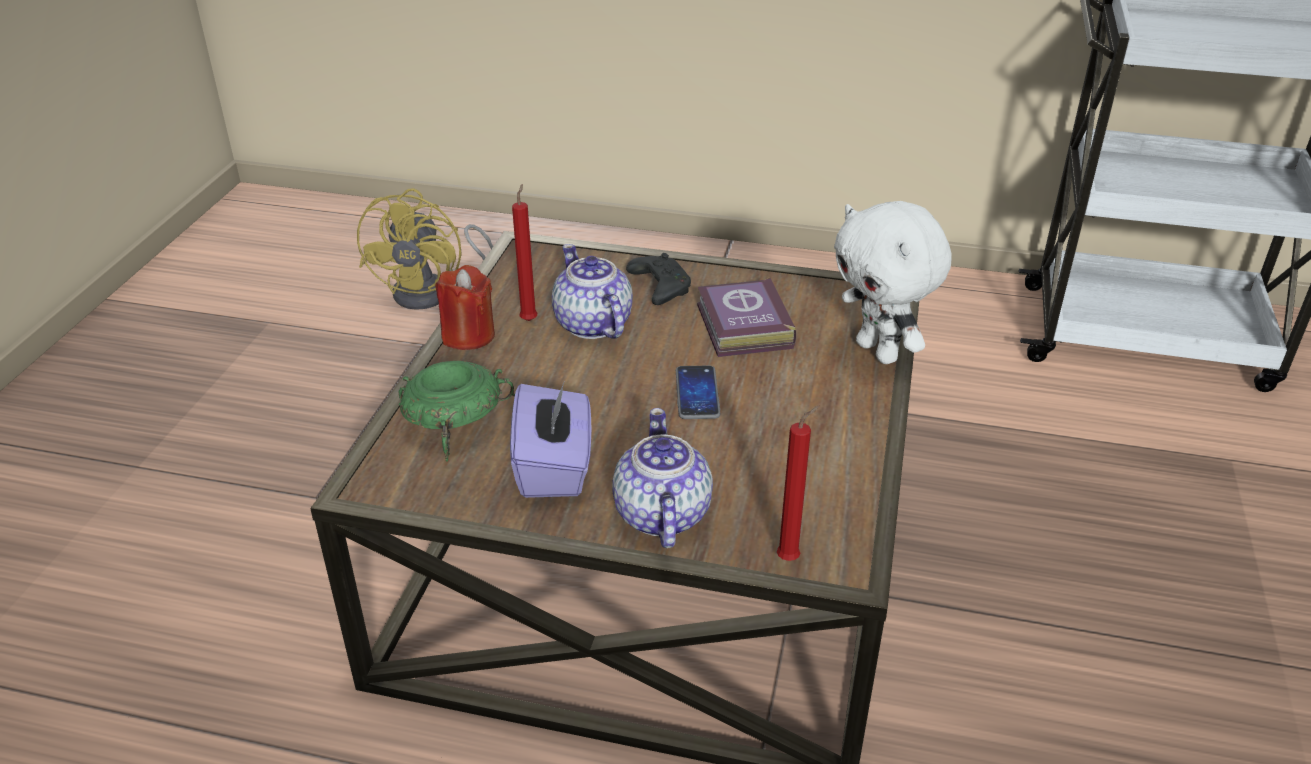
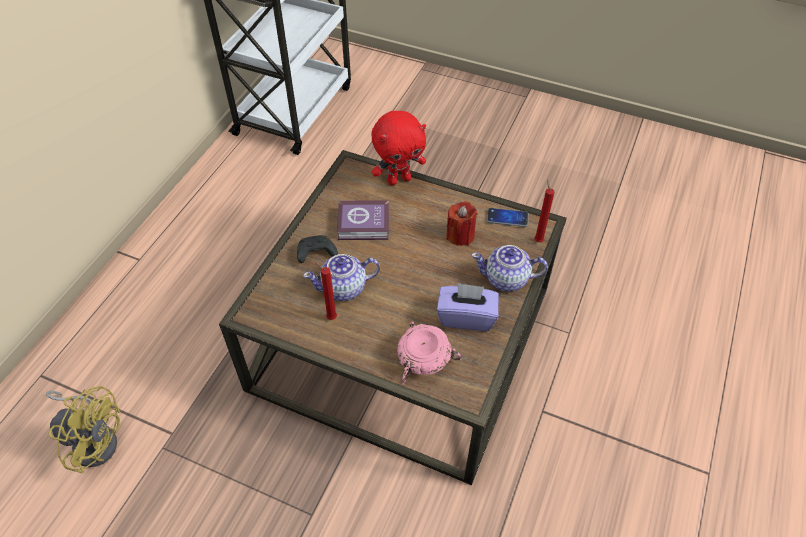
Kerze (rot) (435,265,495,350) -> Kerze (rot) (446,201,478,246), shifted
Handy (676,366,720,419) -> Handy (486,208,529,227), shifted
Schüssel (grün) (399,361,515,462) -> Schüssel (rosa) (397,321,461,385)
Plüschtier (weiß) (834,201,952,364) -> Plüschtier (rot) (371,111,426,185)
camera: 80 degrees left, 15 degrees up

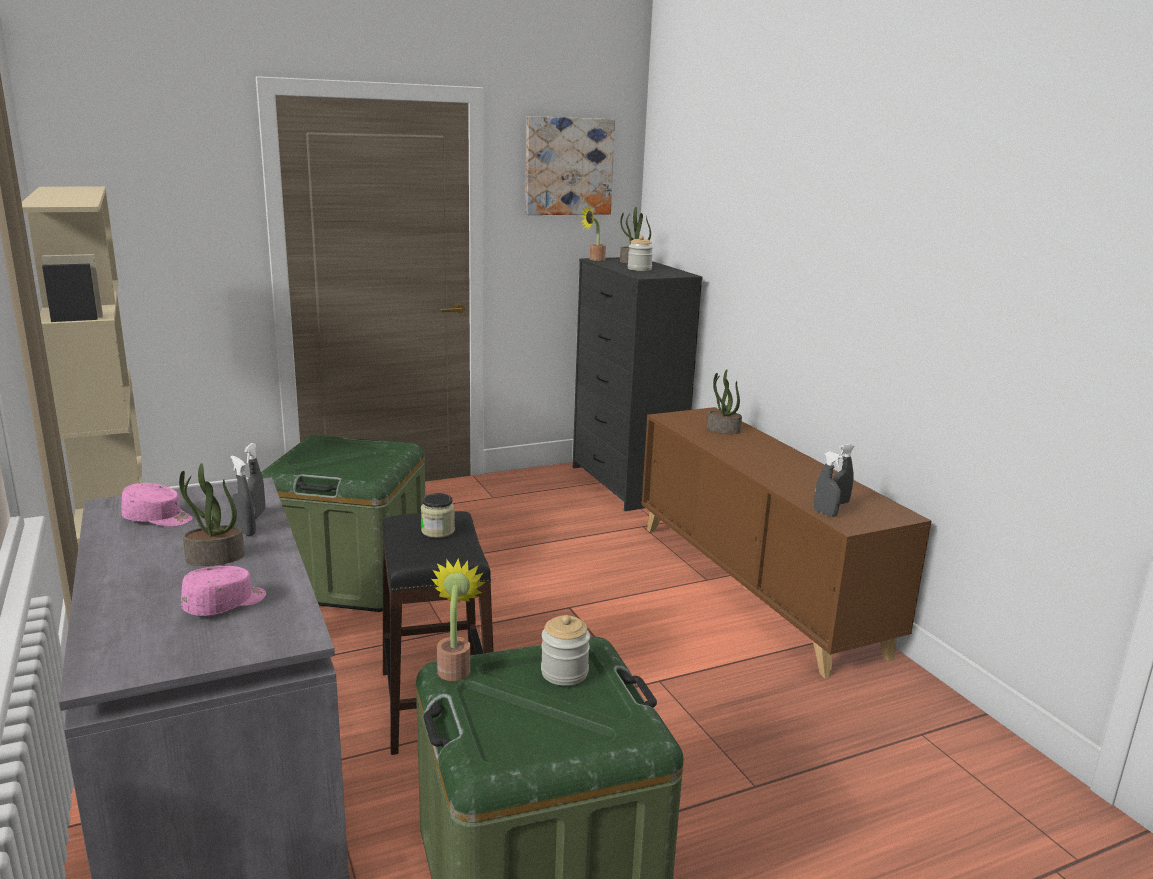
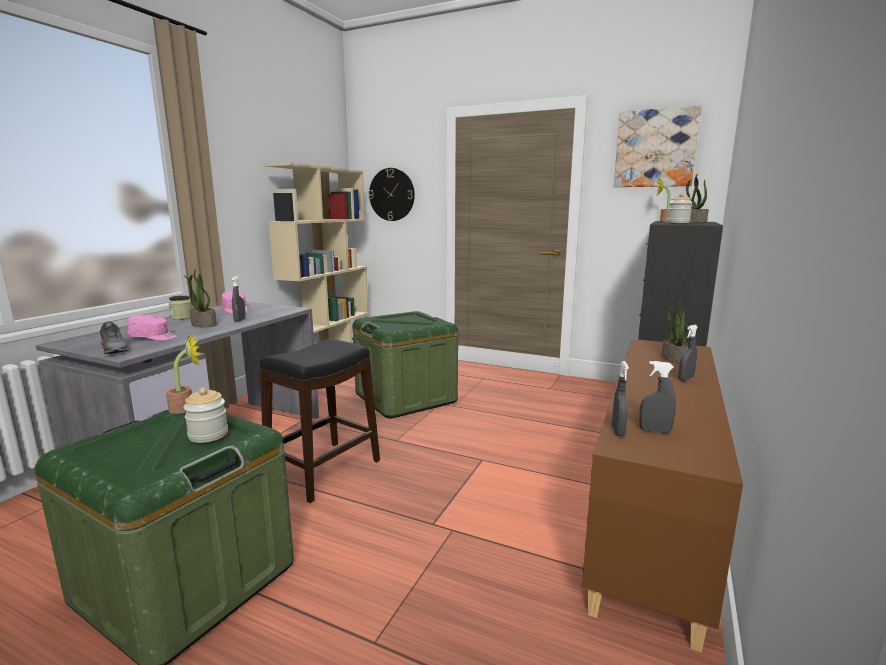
none -> Schuh (grau) (100,322,129,354)
none -> Wanduhr (369,168,415,221)
Sprühflasche (grau) (244,443,265,519) -> Sprühflasche (grau) (678,325,698,381), shifted
Vorratsglas (421,493,455,538) -> Vorratsglas (169,295,192,320), shifted
camera: 50 degrees right, 5 degrees down

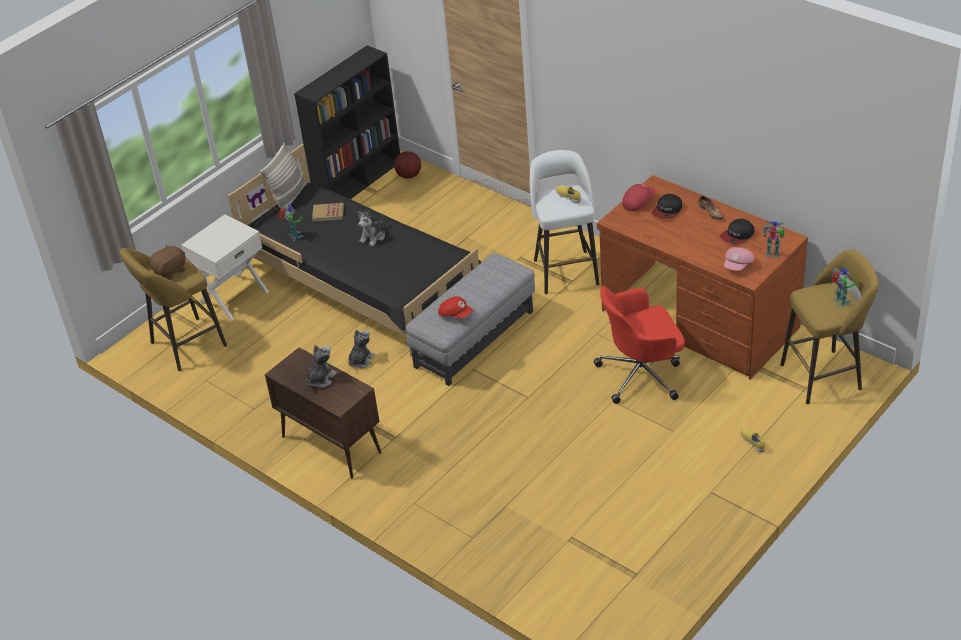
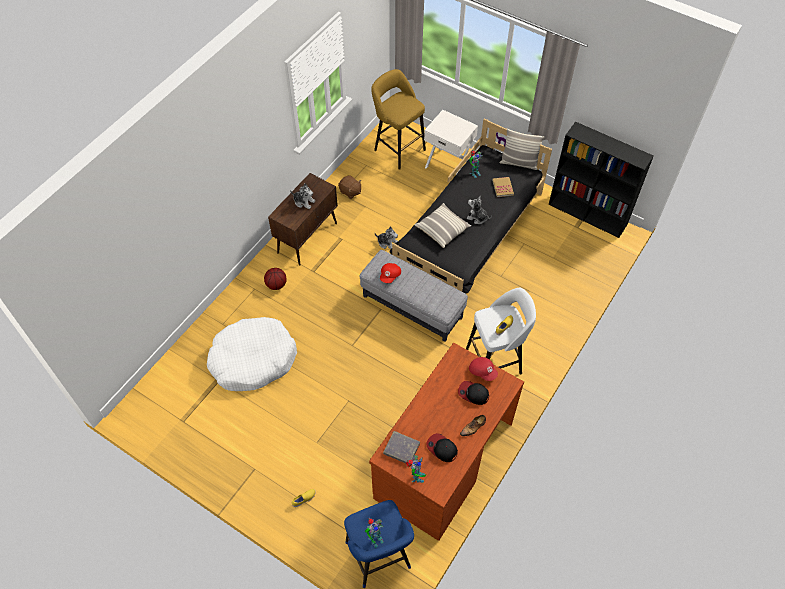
Bürostuhl (rot) (594,286,685,404) -> none
none -> Hundebett (weiß) (207,317,297,391)
none -> Kissen (414,203,471,248)
Plüschtier (braun) (149,244,186,280) -> Plüschtier (braun) (338,175,361,199), shifted
Basketball (394,151,421,179) -> Basketball (264,268,287,290), shifted
Kappe (rosa) (724,247,754,271) -> Buch (grau) (383,431,420,463)
Hocker (gelb) (780,250,879,404) -> Hocker (blau) (344,500,414,588)
camera: 80 degrees right, 15 degrees up

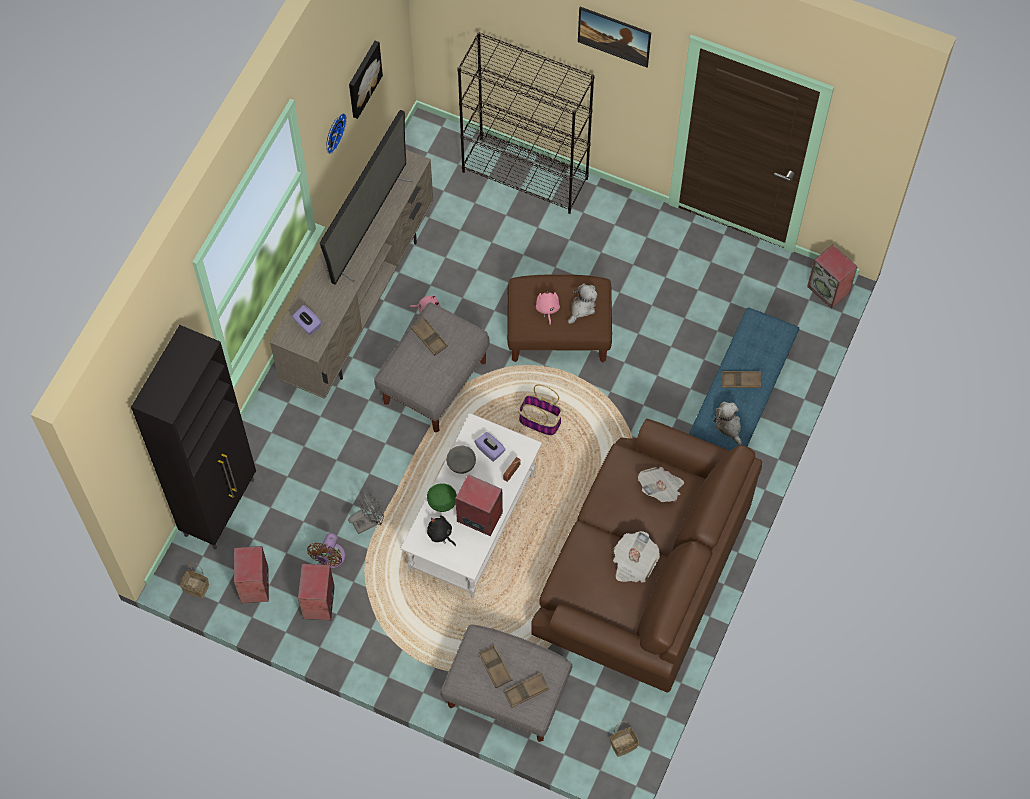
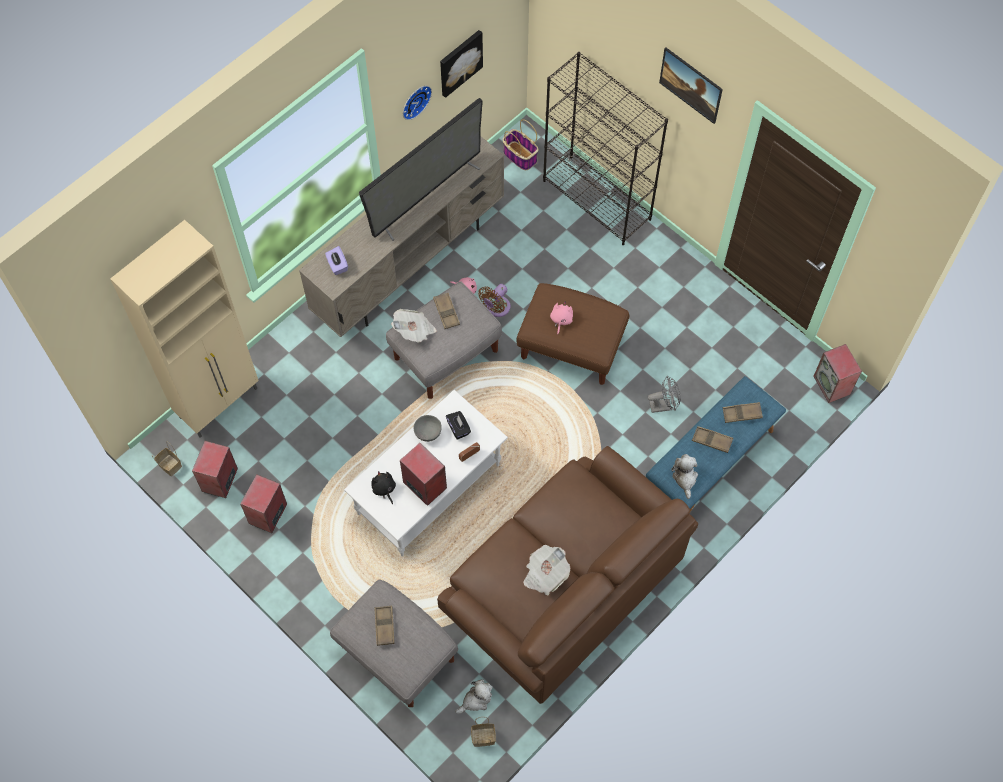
Schüssel (grün) (427,483,457,512) -> none
Ventilator (braun) (307,533,345,569) -> Ventilator (braun) (478,284,511,317), shifted
Ventilator (grau) (348,491,384,534) -> Ventilator (grau) (648,376,681,413), shifted
Tablett (braun) (503,673,549,708) -> Tablett (braun) (723,402,763,423), shifted
Korb (518,384,563,436) -> Korb (503,119,539,170), shifted
Plüschtier (568,283,598,324) -> Plüschtier (455,679,493,714), shifted
Zeitung (638,467,684,502) -> Zeitung (391,309,436,343), shifted
Schrank (schwarz) (131,325,256,550) -> Schrank (beige) (110,220,259,438)
Taschentuchbox (lila) (475,432,506,462) -> Taschentuchbox (schwarz) (446,411,471,440)
camera: 20 degrees right, 0 degrees up

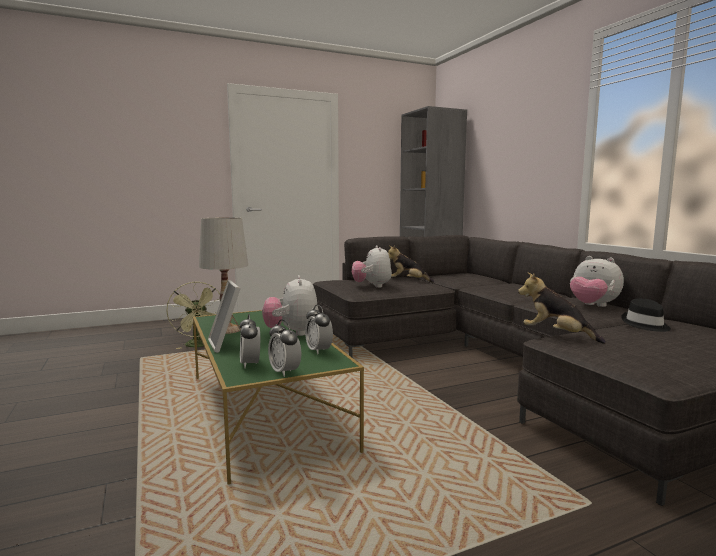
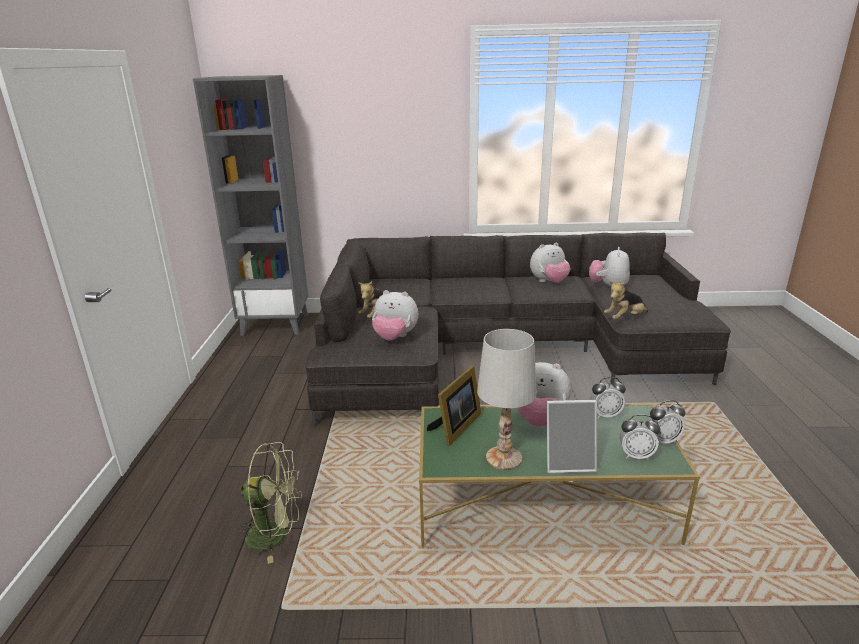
none -> Bilderrahmen (427,365,481,446)
Hut (schwarz) (621,299,671,332) -> Plüschtier (589,247,630,286)
camera: 65 degrees left, 15 degrees up

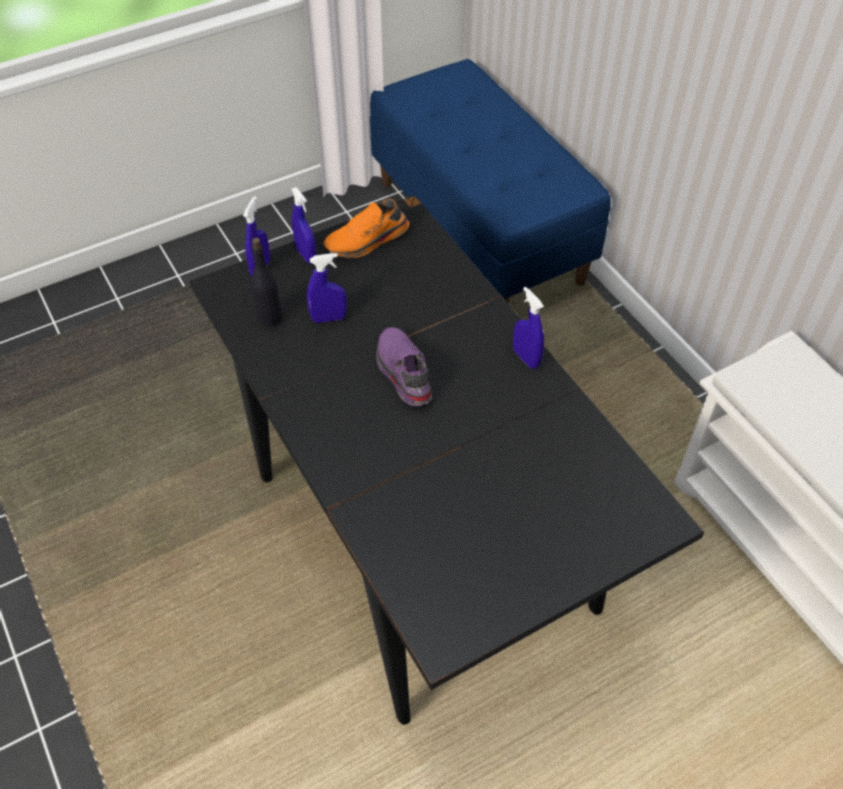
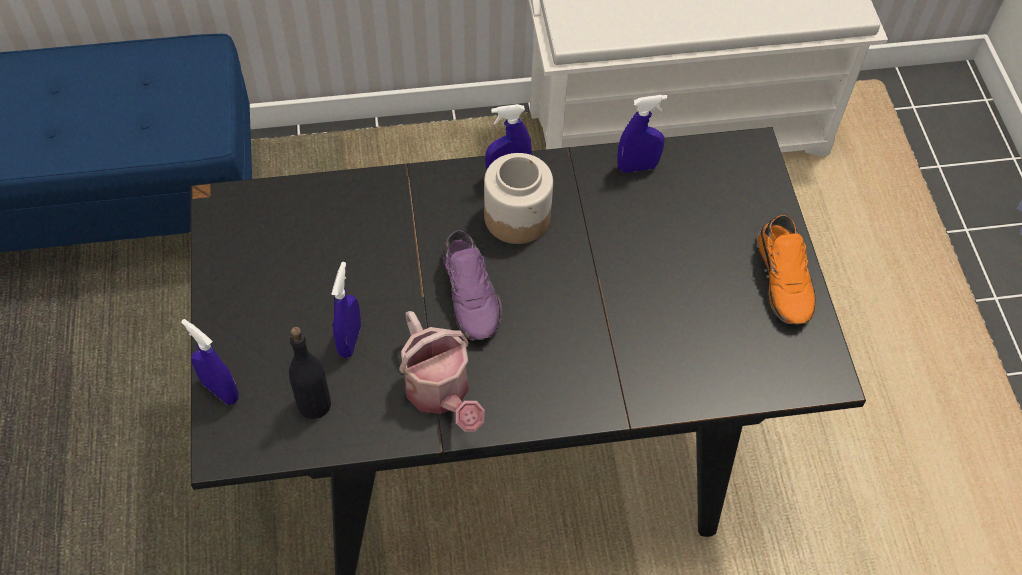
none -> Gießkanne (399,311,485,432)
none -> Vorratsglas (484,153,553,244)
Sprühflasche (blau) (292,187,317,264) -> Sprühflasche (blau) (617,95,668,173), shifted
Schuh (orange) (324,199,409,258) -> Schuh (orange) (757,215,816,324), shifted
Schuh (lila) (376,327,432,406) -> Schuh (lila) (443,231,502,340), 105 degrees counterclockwise
camera: 70 degrees left, 5 degrees up

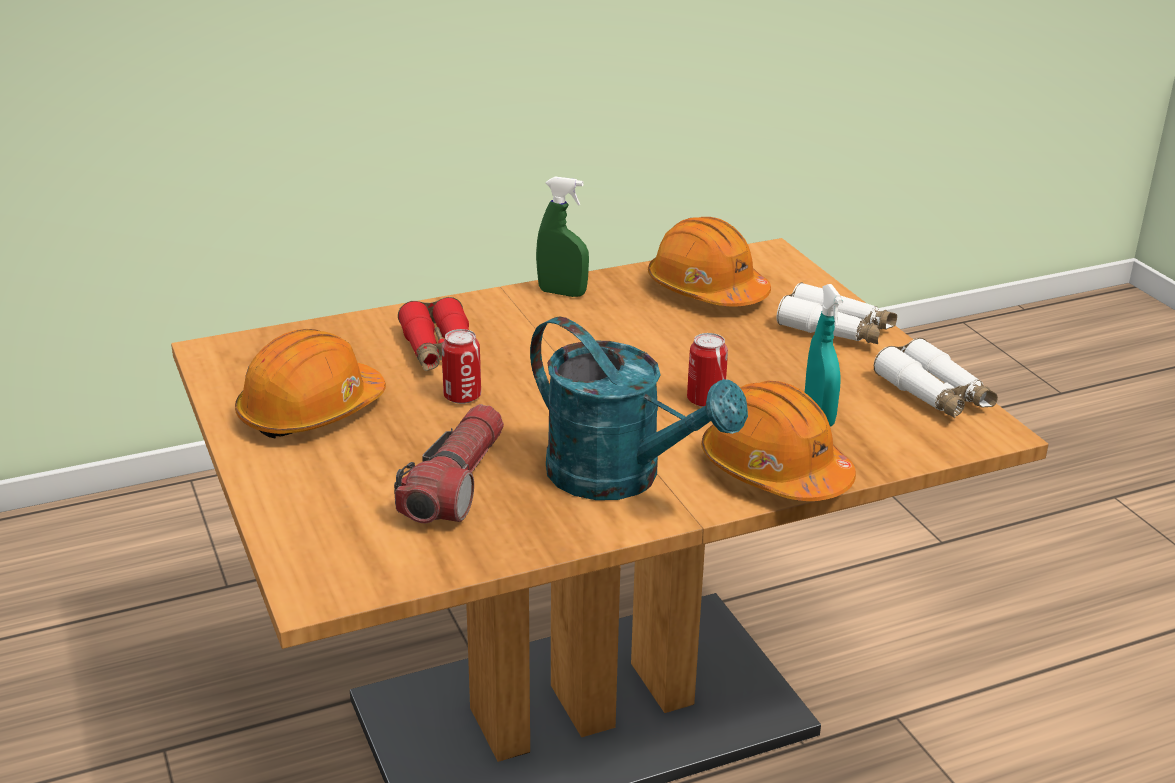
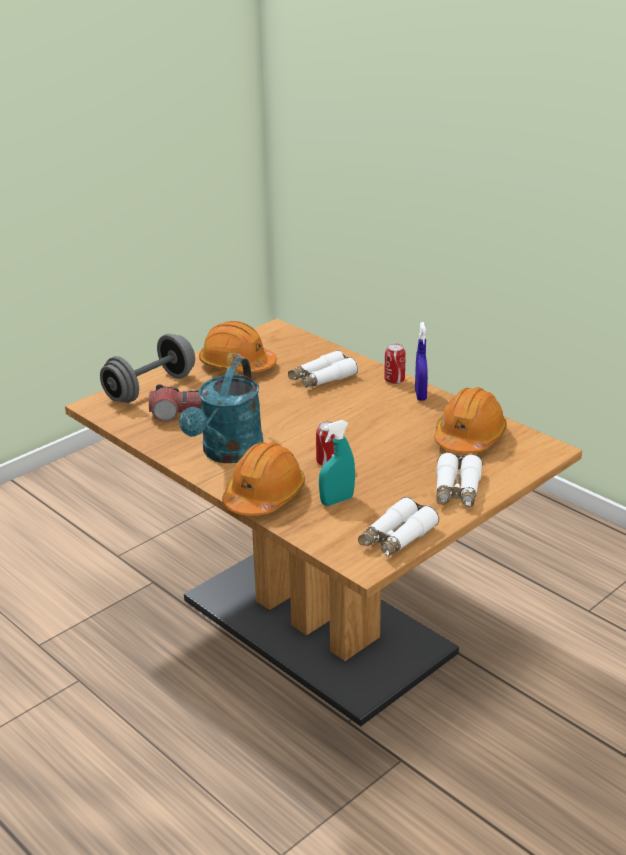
none -> Hantel (grau) (100,334,195,403)
Dose (442,329,481,404) -> Dose (384,343,406,384), shifted
Fernglas (rot) (398,297,469,371) -> Fernglas (weiß) (288,350,358,388)
Sprühflasche (grün) (536,176,589,297) -> Sprühflasche (blau) (415,322,428,401)
camera: 70 degrees right, 0 degrees up

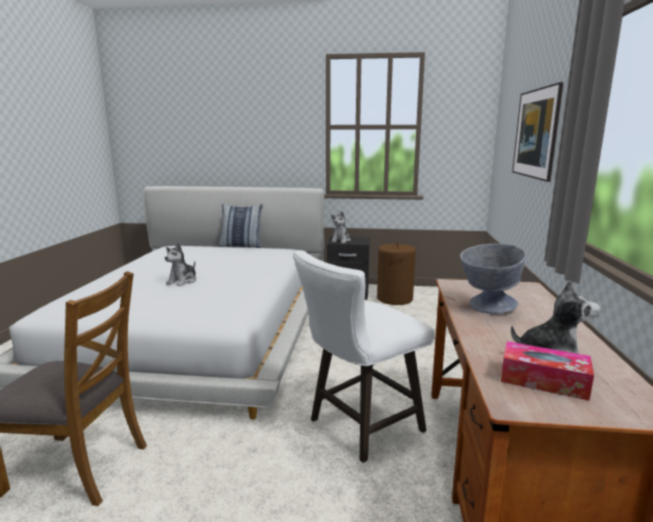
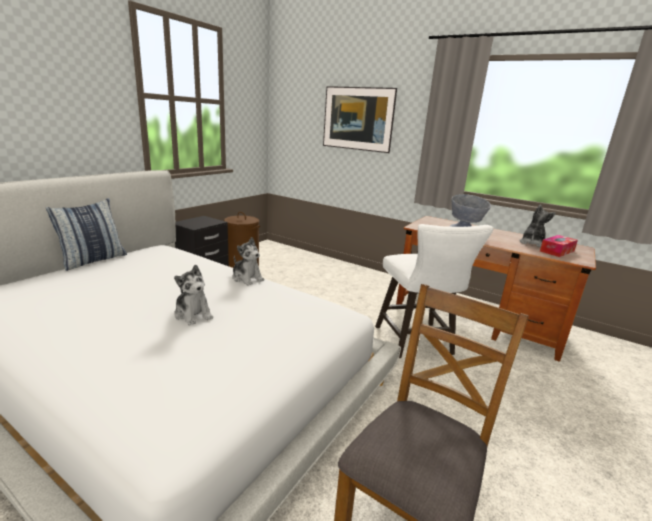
Plüschtier (331,211,351,243) -> Plüschtier (233,237,264,286), shifted
camera: 65 degrees left, 5 degrees up

